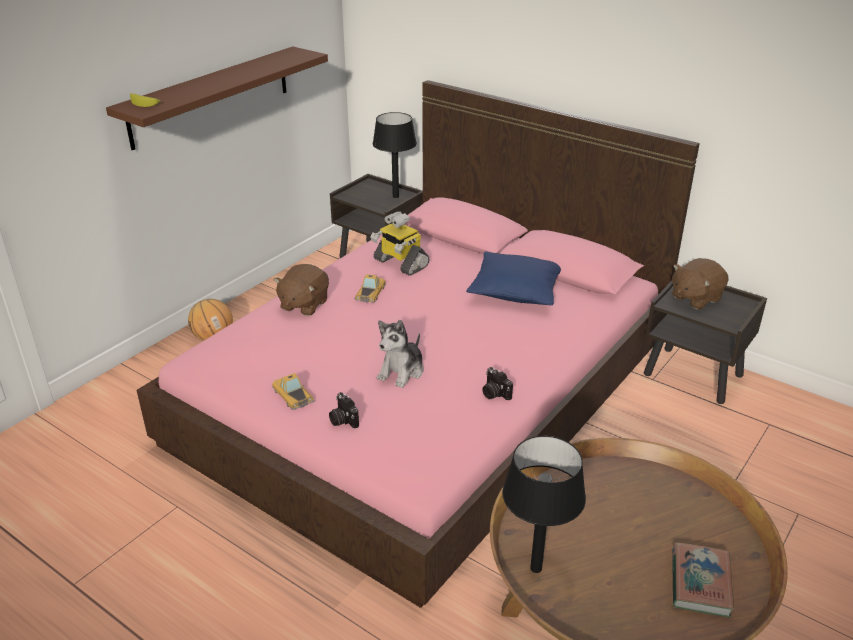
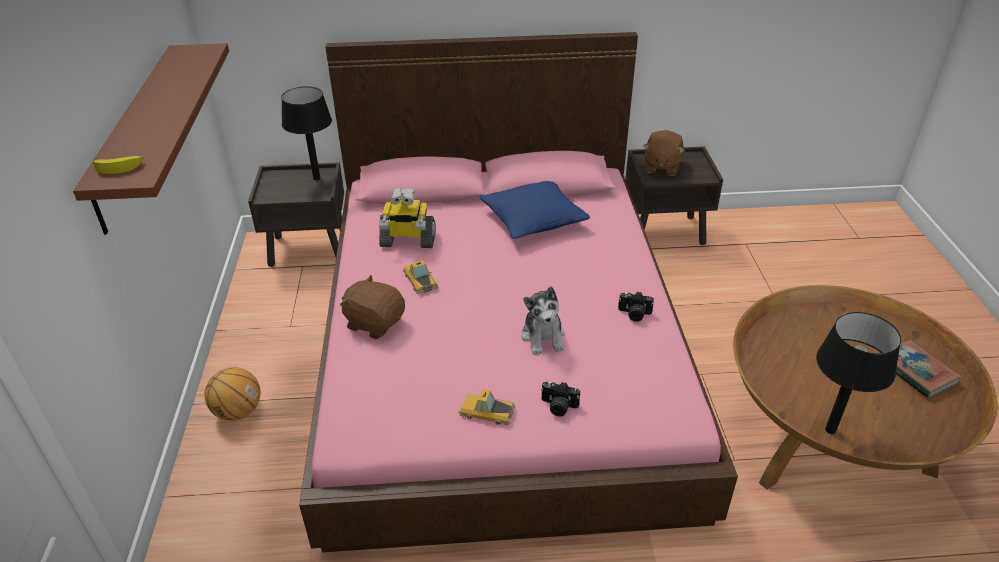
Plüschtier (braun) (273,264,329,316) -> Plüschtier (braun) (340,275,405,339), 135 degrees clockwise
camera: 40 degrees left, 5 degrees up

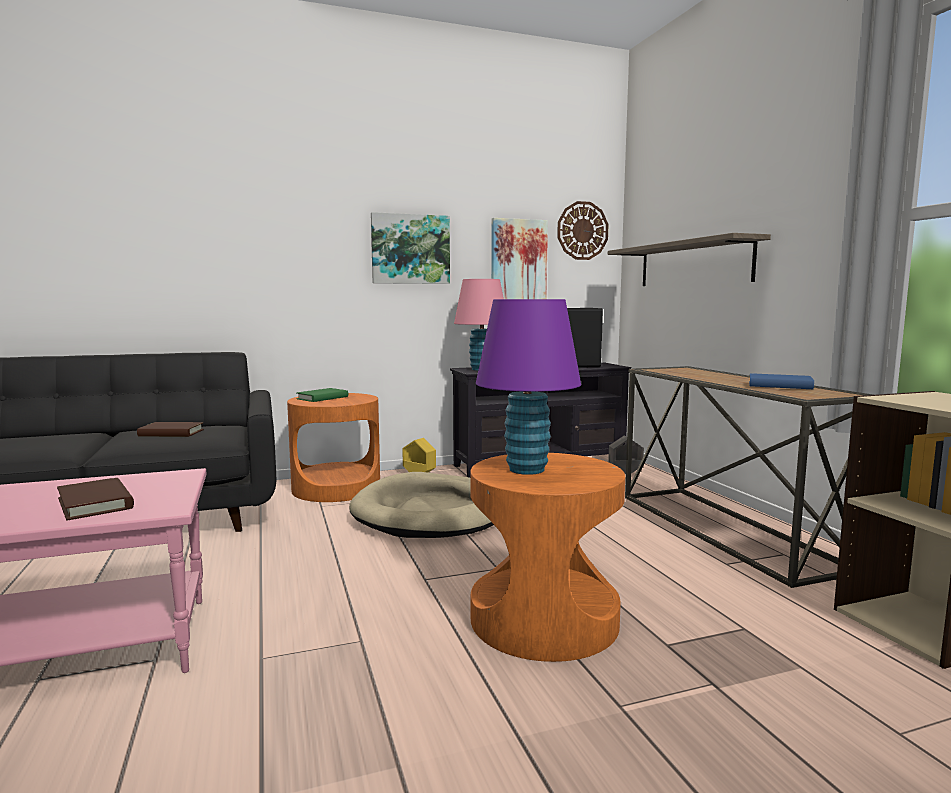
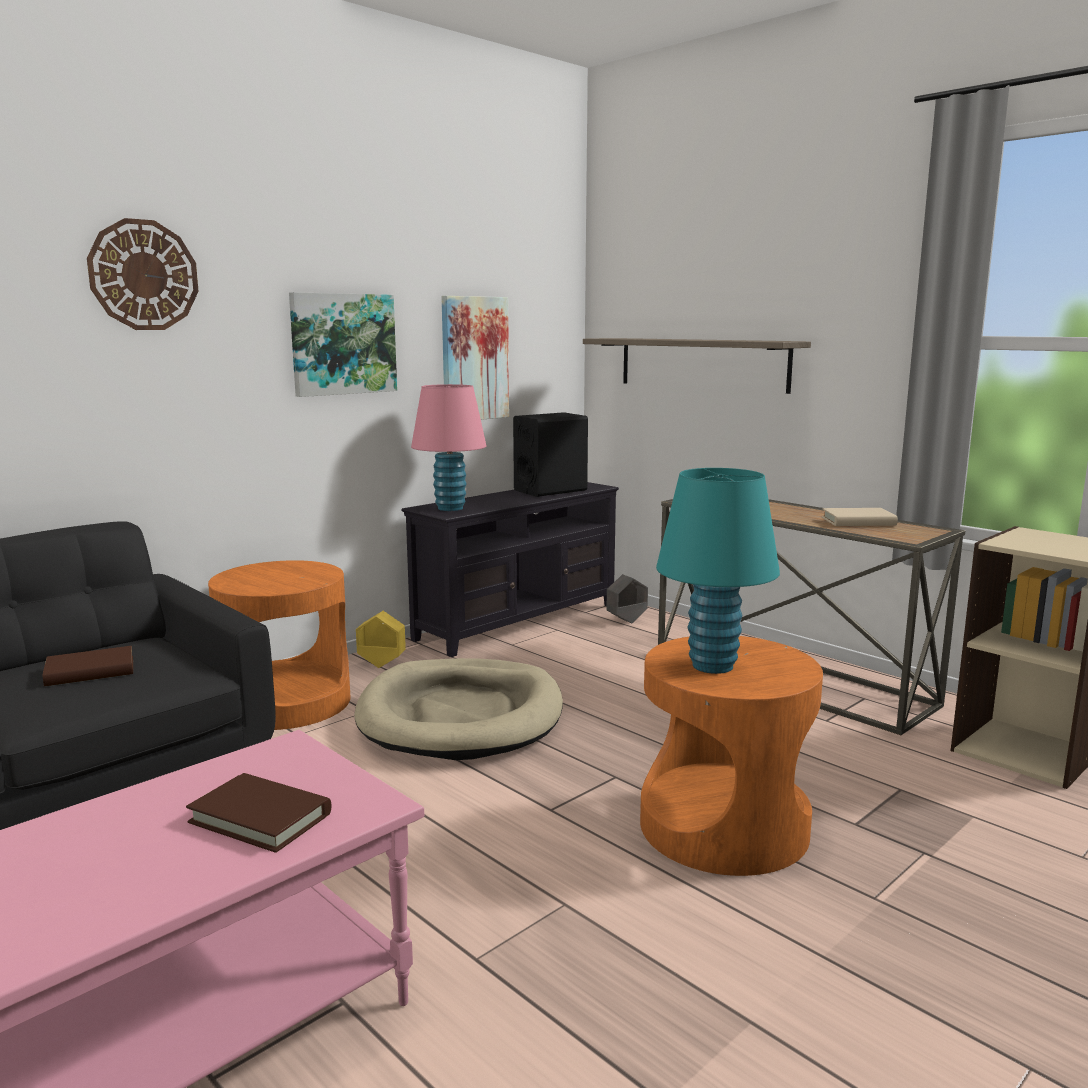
Buch (grün) (297,388,348,402) -> none
Wanduhr (557,201,609,260) -> Wanduhr (87,218,199,330), shifted
Tischlampe (lila) (476,299,581,475) -> Tischlampe (türkis) (656,468,780,674)
Buch (blau) (749,373,814,389) -> Buch (beige) (822,508,898,526)
camera: 25 degrees left, 5 degrees up

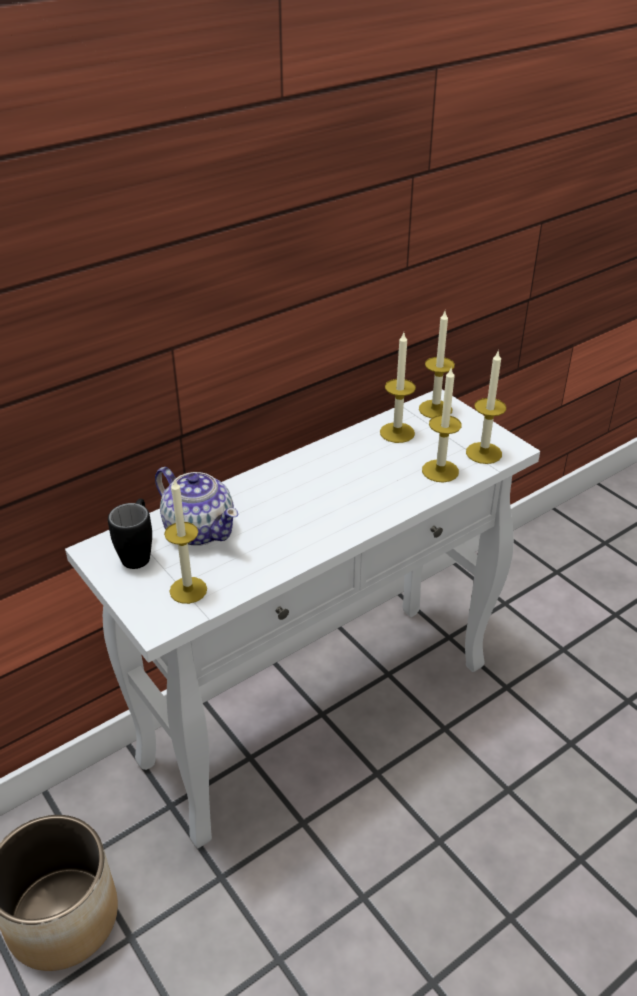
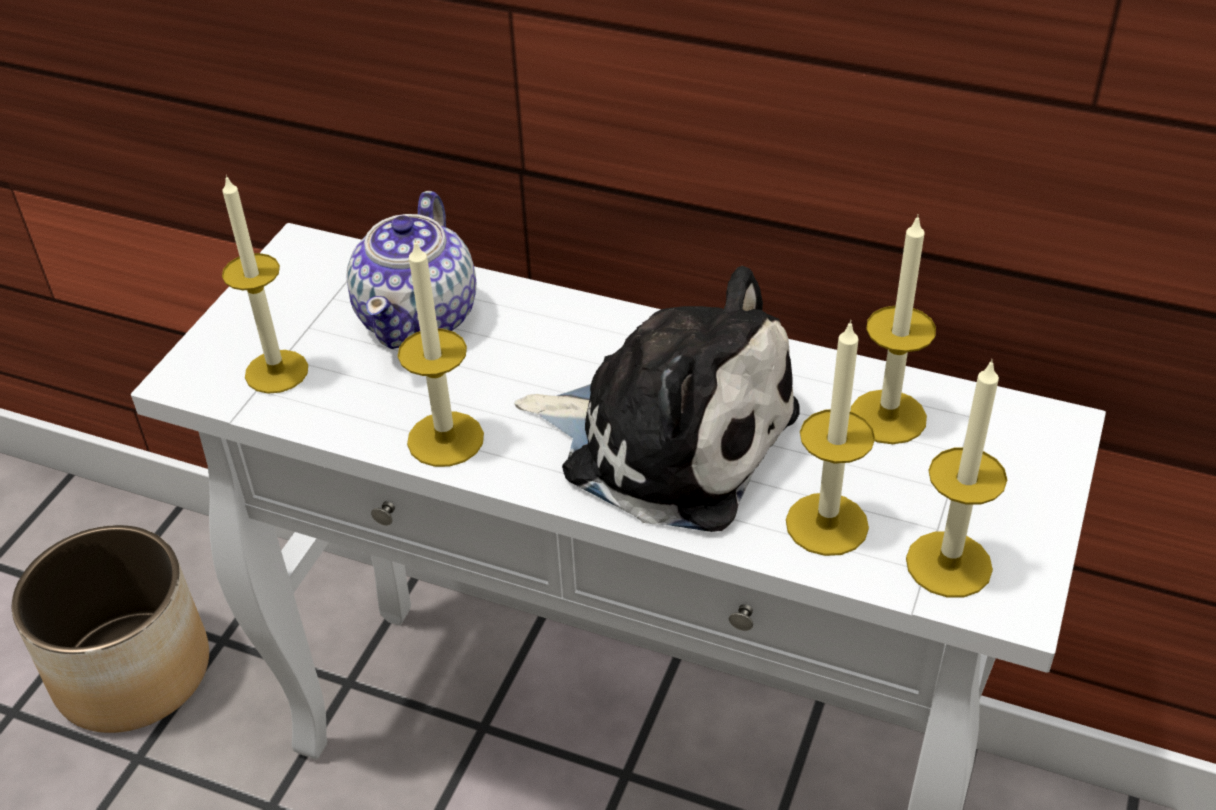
Henkelbecher (schwarz) (108,499,152,569) -> none
none -> Plüschtier (514,266,799,532)
Kerze (419,311,455,418) -> Kerze (398,239,484,467), shifted
camera: 60 degrees right, 5 degrees up

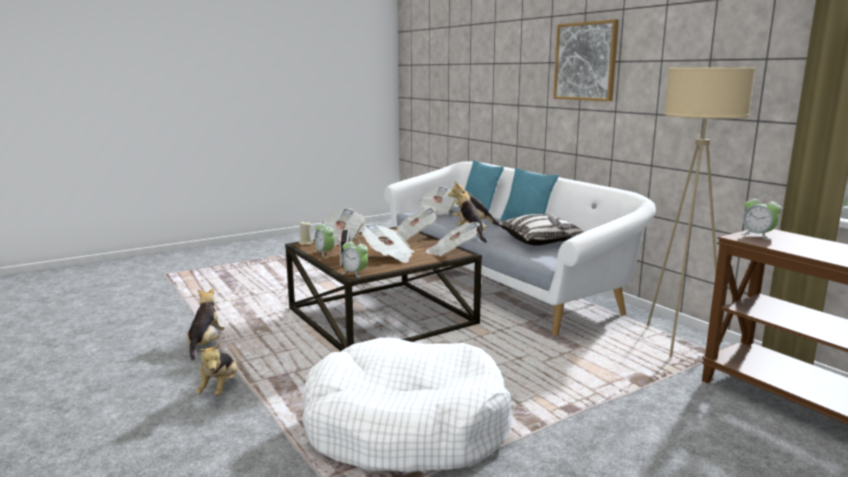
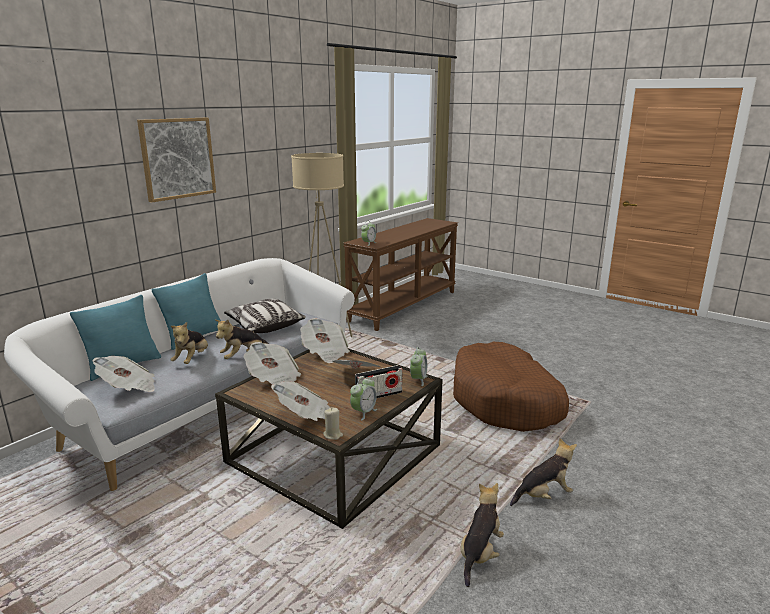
Hundebett (weiß) (302,338,512,473) -> Hundebett (braun) (453,342,569,432)
Plüschtier (186,288,224,361) -> Plüschtier (460,483,504,587), 135 degrees clockwise
camera: 110 degrees left, 5 degrees up

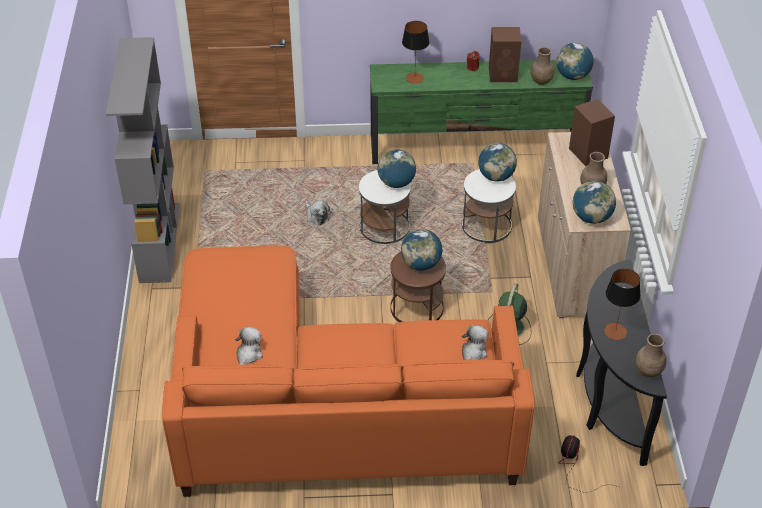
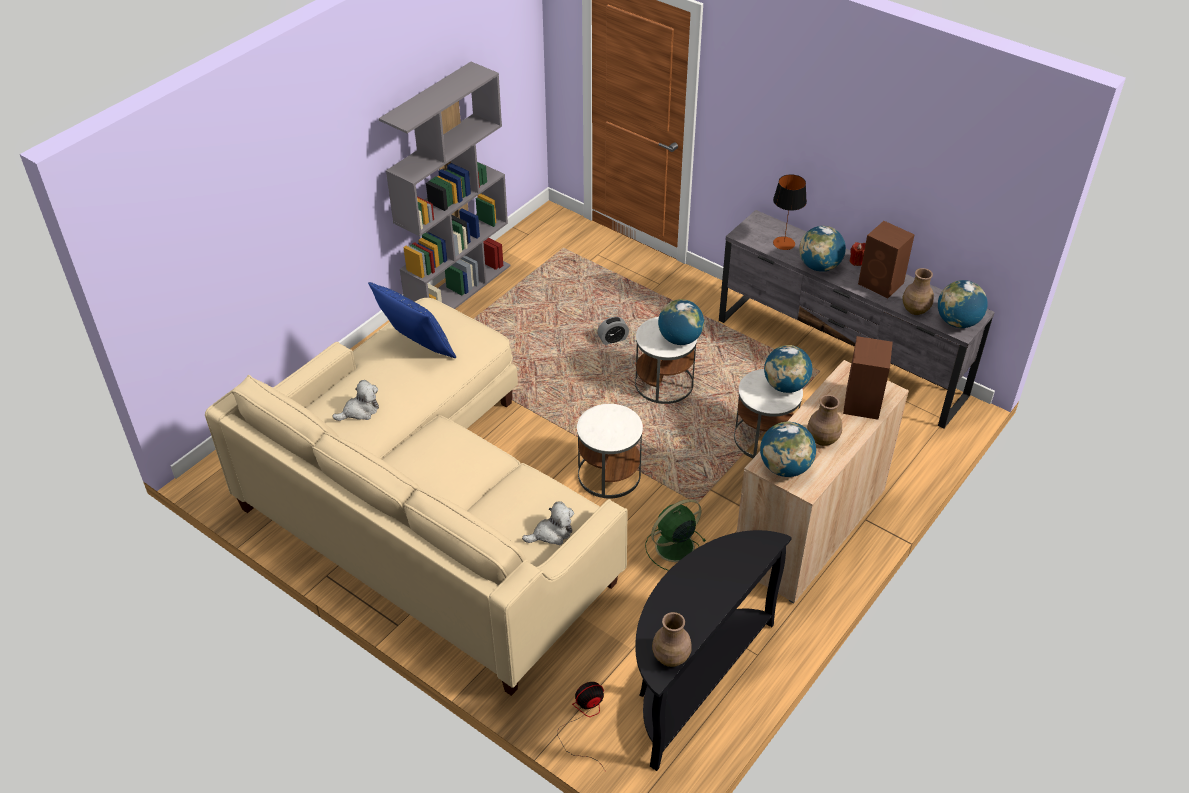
Tischlampe (604,269,640,340) -> none
none -> Kissen (blau) (368,282,456,358)
Globus (401,229,442,271) -> Globus (799,226,846,272), shifted
Plüschtier (305,200,330,225) -> Wecker (598,317,629,345)
Sofa (orange) (162,245,535,497) -> Sofa (beige) (205,298,628,696)
Fernsehschrank (grün) (370,60,593,164) -> Fernsehschrank (grau) (719,210,995,429)
Beistelltisch (braun) (390,252,446,322) -> Beistelltisch (weiß) (577,404,643,499)
camera: 40 degrees right, 0 degrees up

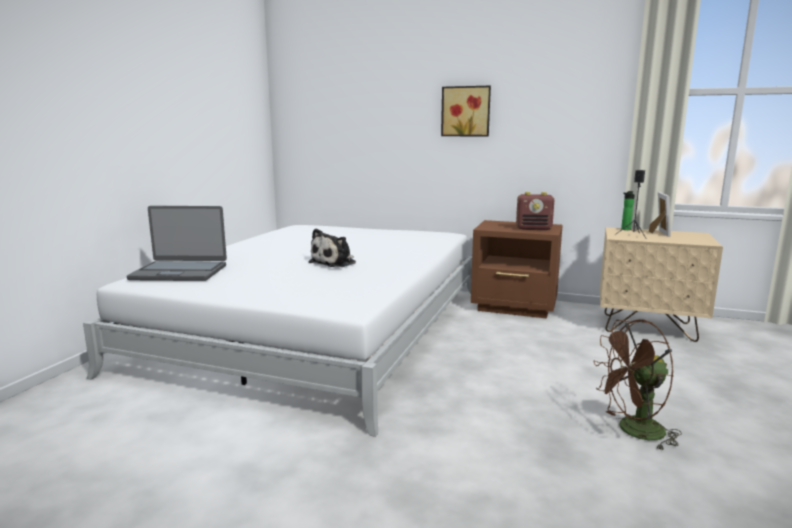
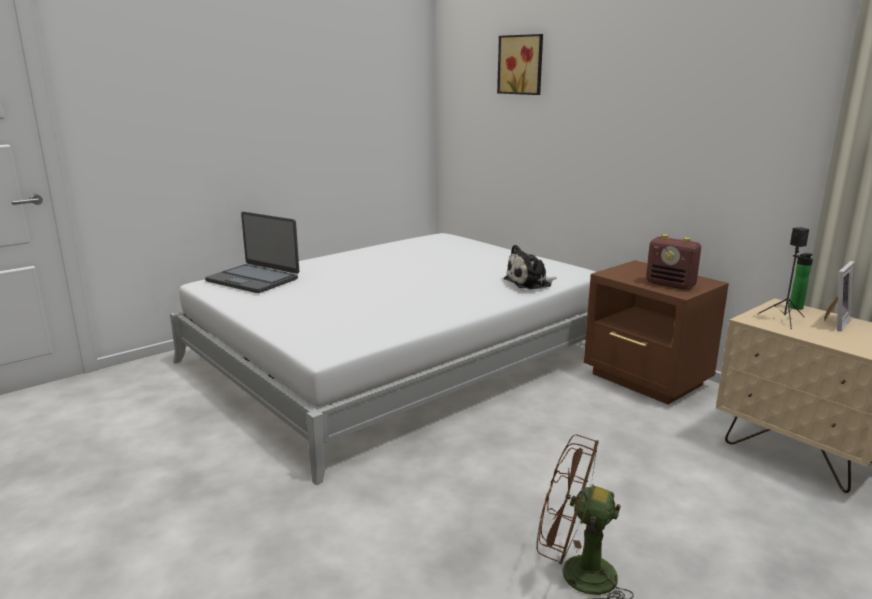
Plüschtier (308,228,356,267) -> Plüschtier (503,245,557,290), shifted
Bild (441,86,491,137) -> Bild (497,34,543,95), shifted
camera: 30 degrees right, 5 degrees up

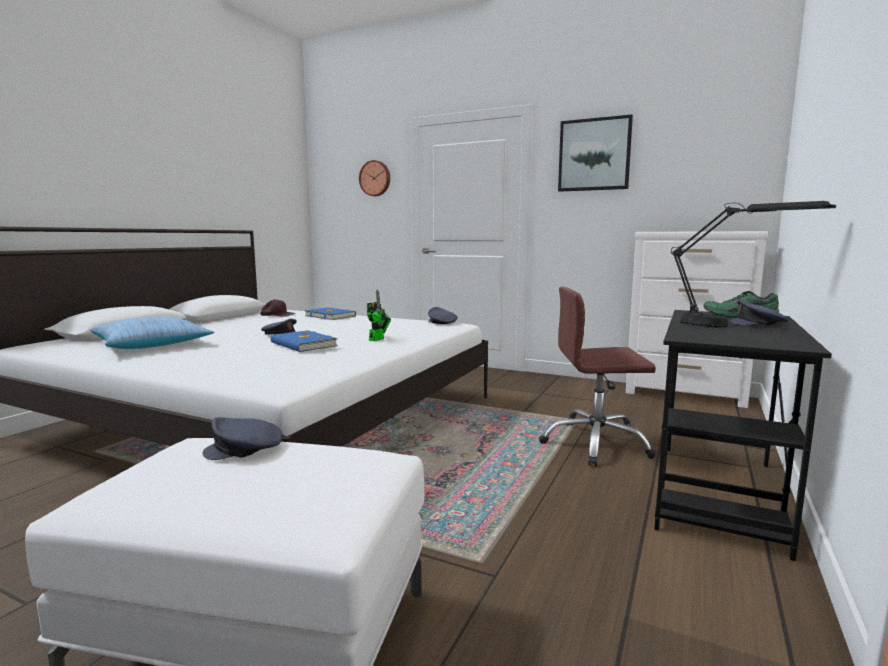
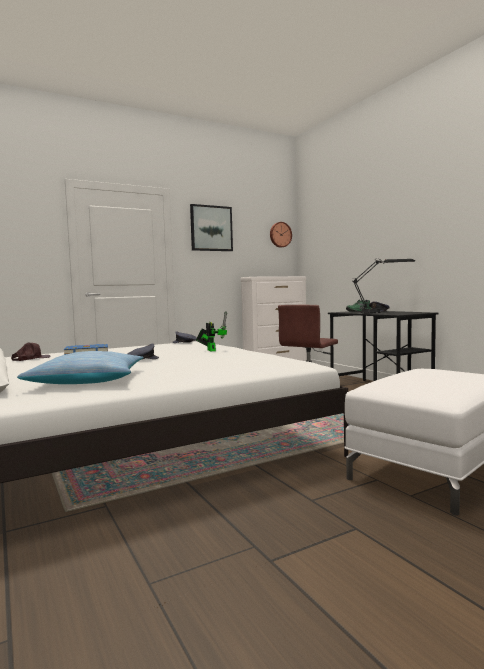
Kappe (grau) (203,417,283,460) -> none
Buch (blau) (271,330,338,352) -> none
Wanduhr (359,160,390,196) -> Wanduhr (270,222,292,247), shifted
camera: 55 degrees left, 5 degrees down

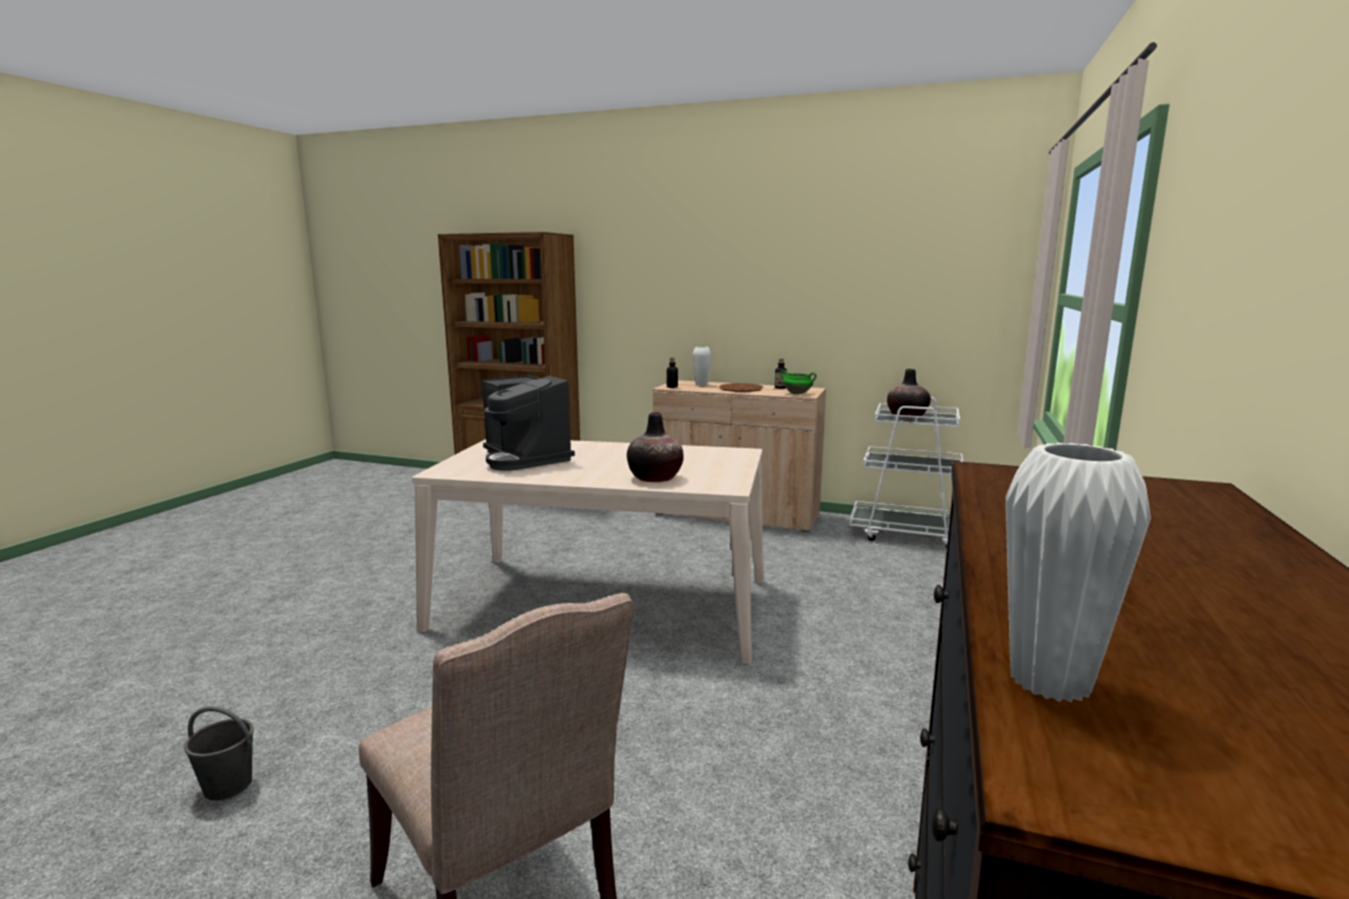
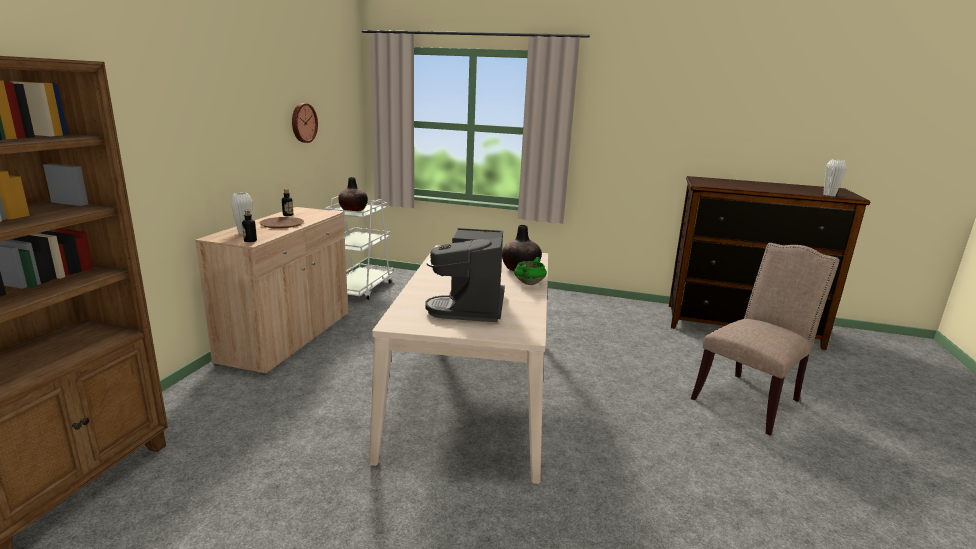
Eimer (grau) (184,706,254,801) -> none
none -> Wanduhr (292,103,318,143)
Kochtopf (grün) (780,370,816,394) -> Kochtopf (grün) (514,257,547,285), shifted
Kaffeemaschine (482,375,575,471) -> Kaffeemaschine (425,228,505,322), 135 degrees clockwise
camera: 95 degrees left, 5 degrees up

